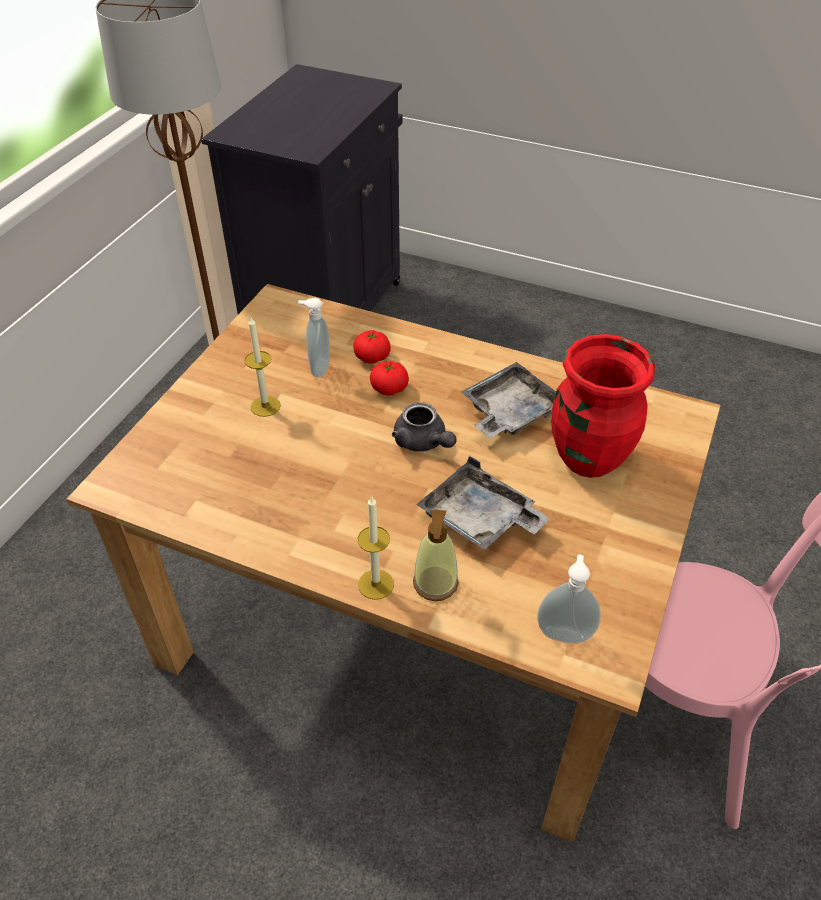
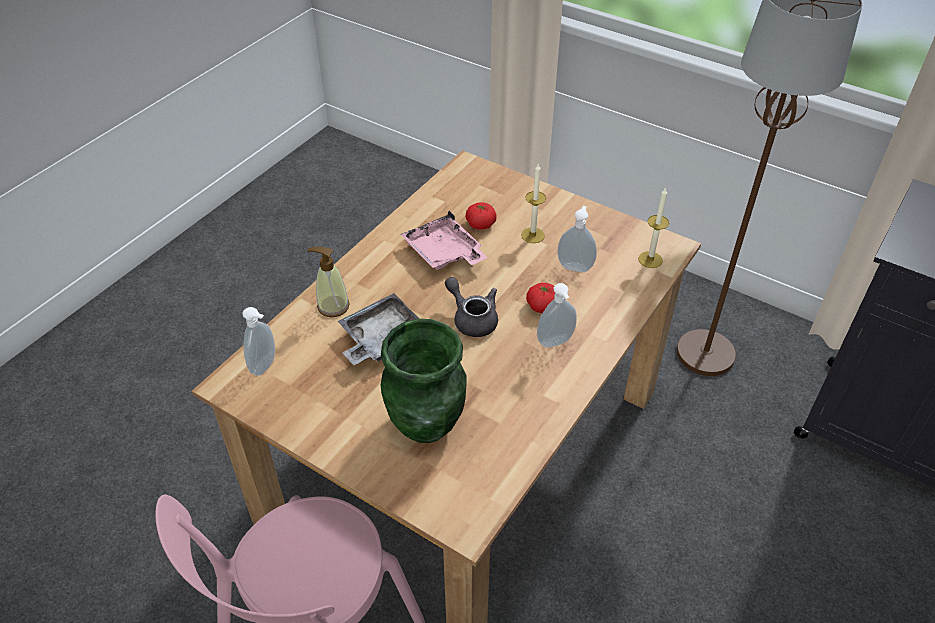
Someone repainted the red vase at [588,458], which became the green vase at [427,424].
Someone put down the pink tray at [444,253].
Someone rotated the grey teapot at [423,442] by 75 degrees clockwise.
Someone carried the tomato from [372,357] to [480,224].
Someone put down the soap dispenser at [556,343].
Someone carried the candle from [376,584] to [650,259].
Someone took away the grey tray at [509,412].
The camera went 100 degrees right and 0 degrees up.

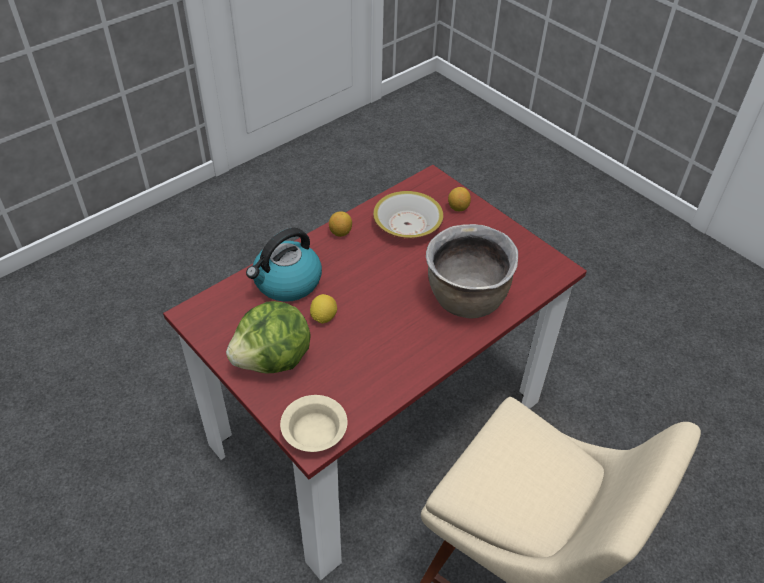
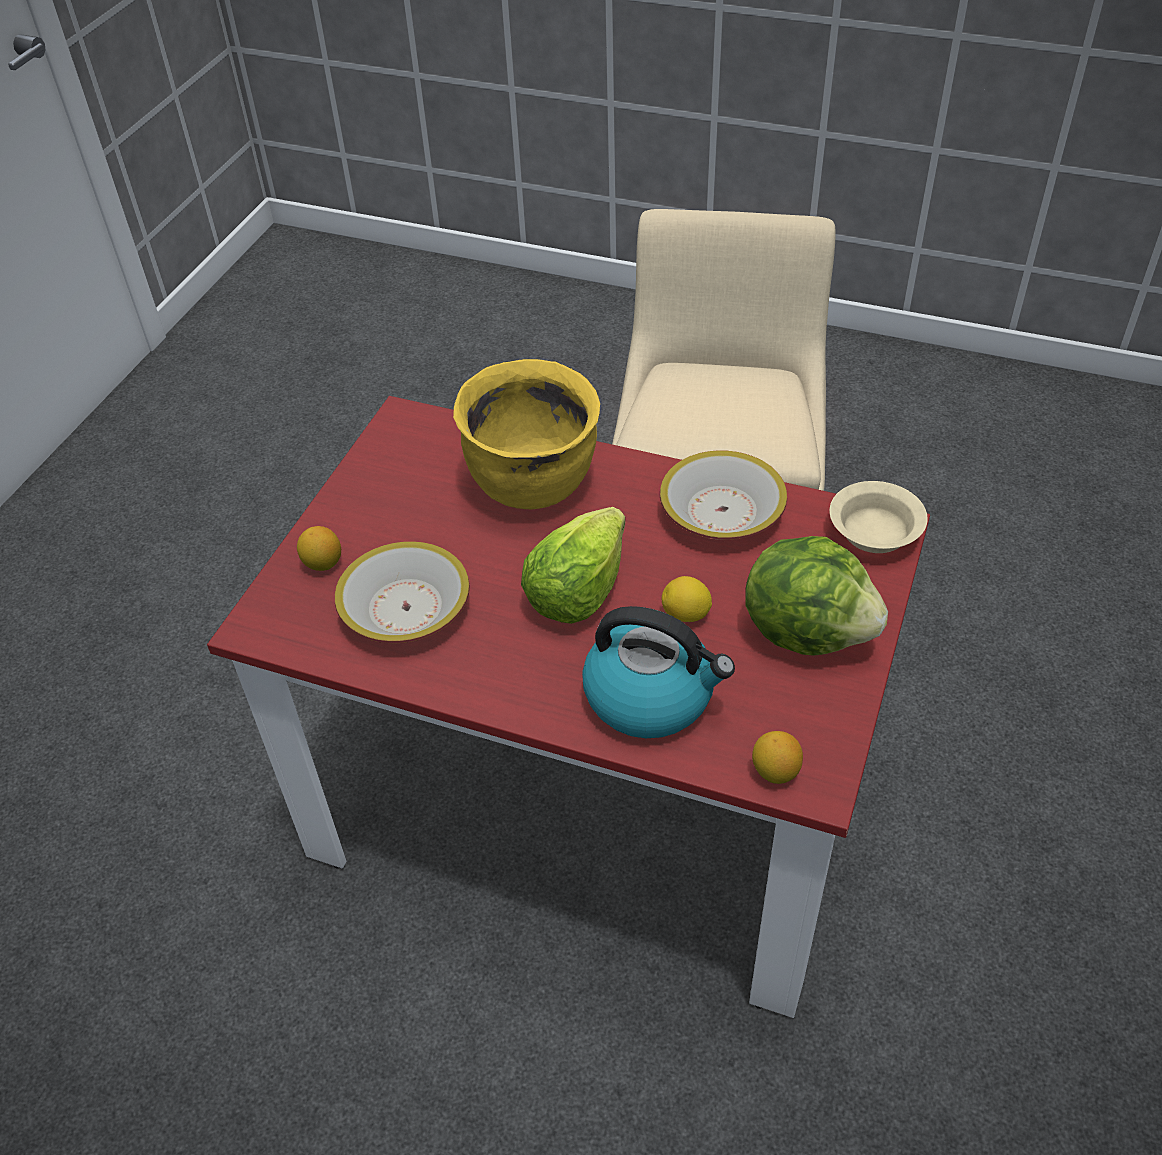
Someone repainted the brown cooking pot at [466,300], which became the yellow cooking pot at [533,483].
Someone put down the lettuce at [576,591].
Someone put down the bowl at [722,511].
Someone carried the lemon from [340,232] to [775,772].
The camera went 115 degrees left and 0 degrees up.

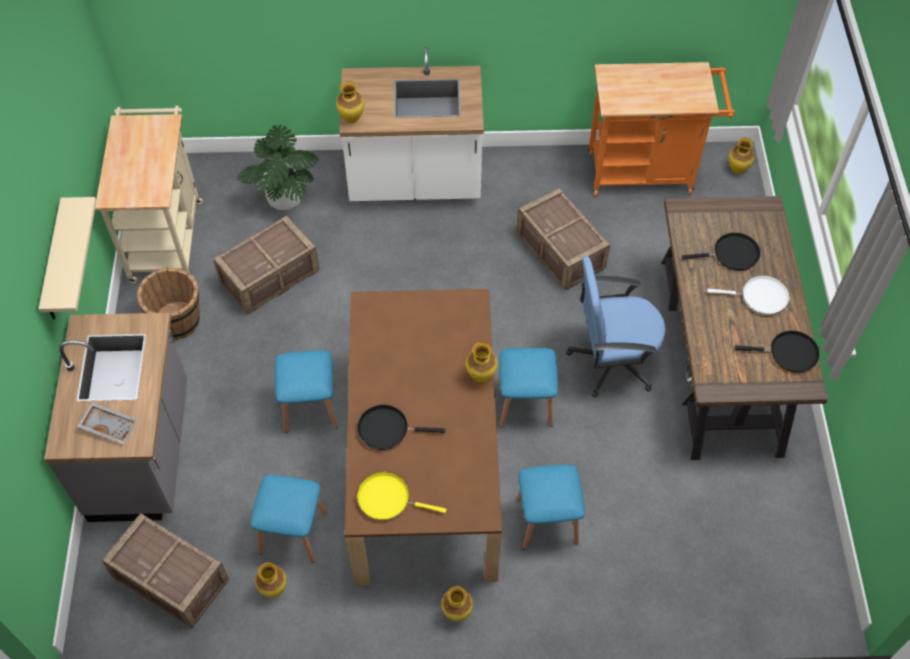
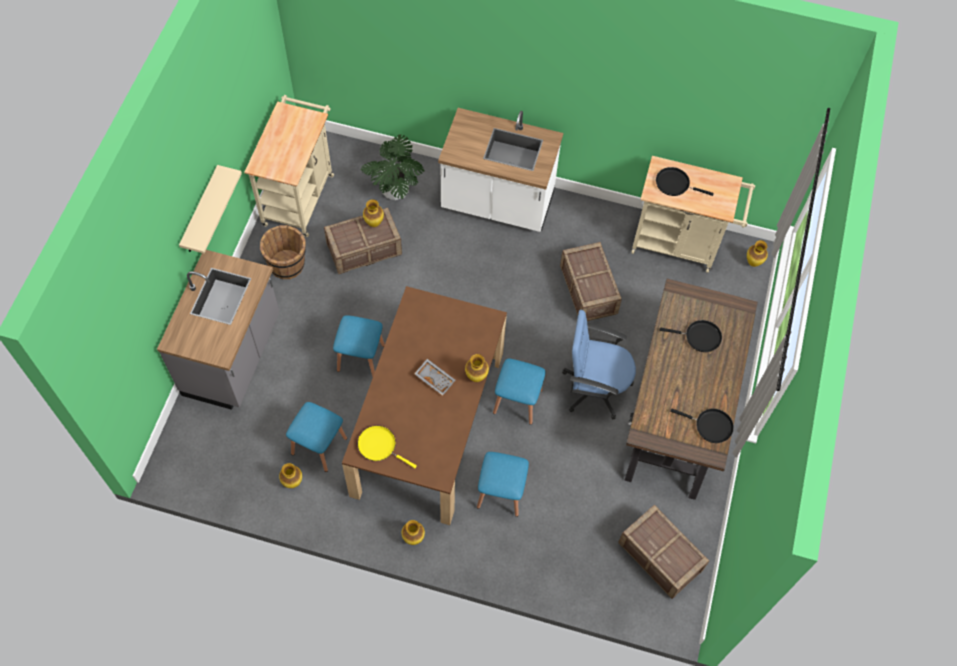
Someone carried the vase from [352,119] to [374,223].
Someone carried the grey tray from [110,425] to [435,378].
Someone carried the crate from [172,579] to [660,557].
Someone repainted the orange cart at [647,171], which became the beige cart at [680,244].
Someone carried the black frying pan from [387,429] to [675,184].
Someone took away the white frying pan at [760,297].
The camera went 15 degrees right and 5 degrees up.

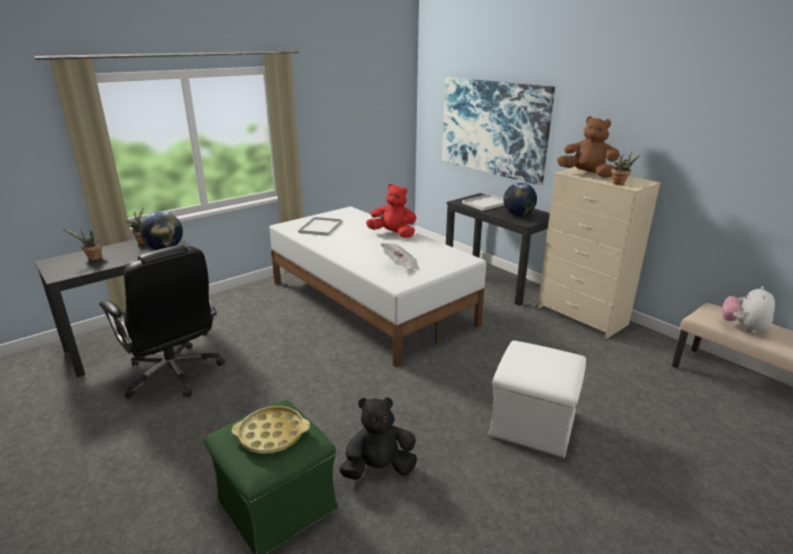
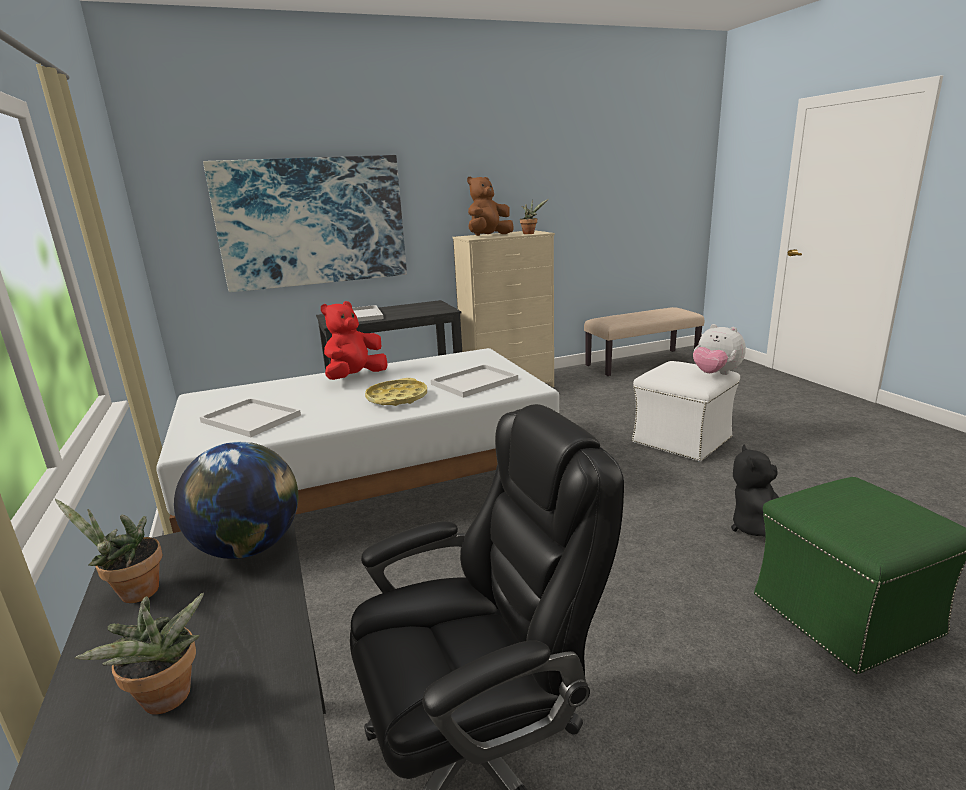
Someone carried the yellow tray from [271,434] to [397,398].
Someone swapped the newspaper at [401,266] for the white tray at [475,381].
Someone carried the plush toy from [743,327] to [715,374].
Someone took away the globe at [518,215].
The camera went 70 degrees left and 5 degrees down.

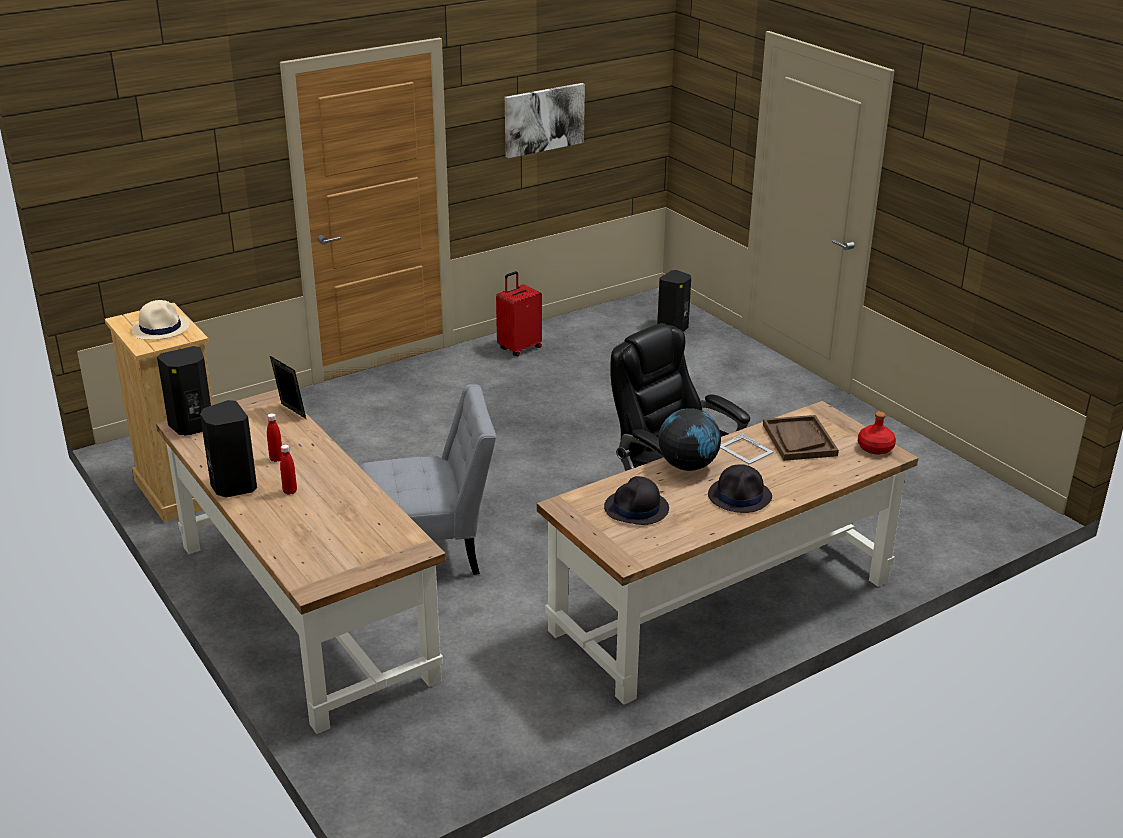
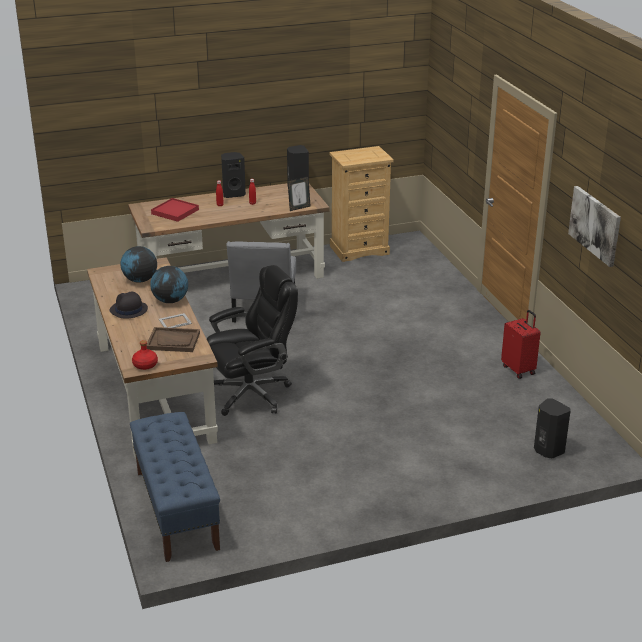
Someone swapped the black hat at [636,509] for the globe at [140,280].
Someone put down the blue bench at [176,509].
Someone put down the red tray at [175,212].
Someone took away the beige hat at [161,328].
The camera went 105 degrees right and 0 degrees up.

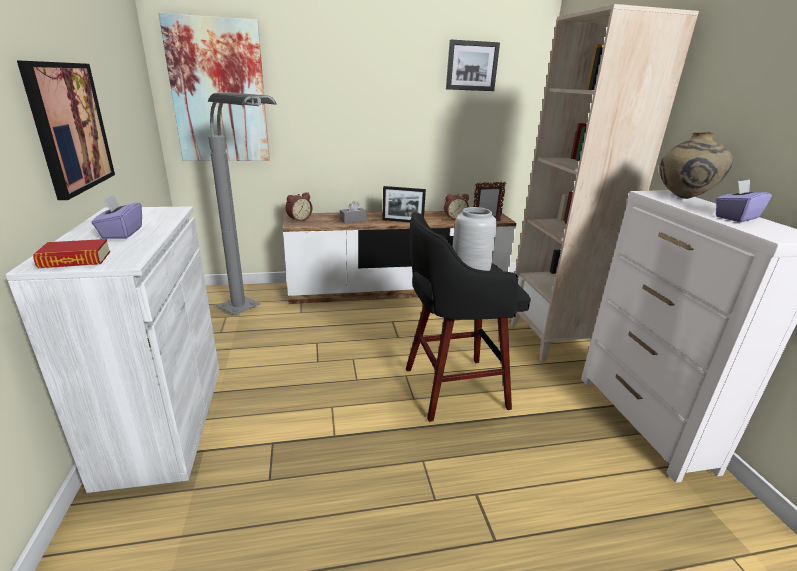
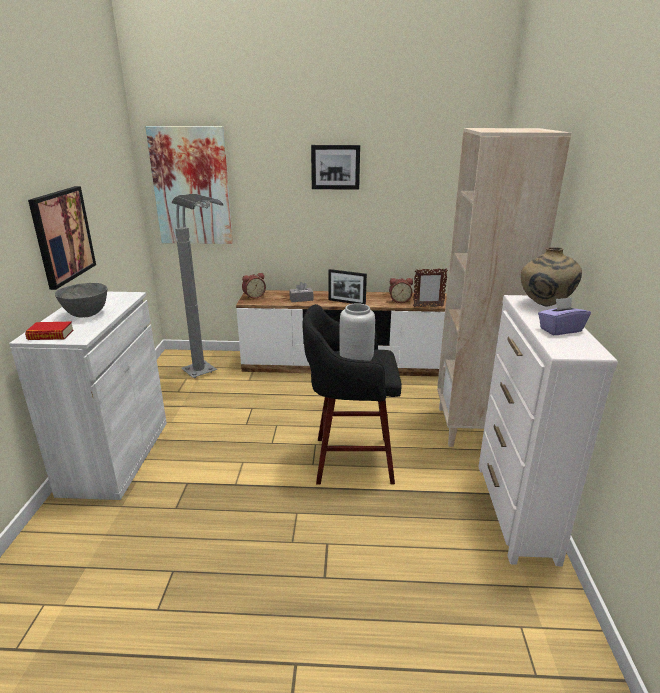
Someone swapped the purple tissue box at [122,233] for the grey bowl at [87,315].
Someone carried the picture from [471,66] to [335,167].
The camera went 15 degrees right and 0 degrees up.

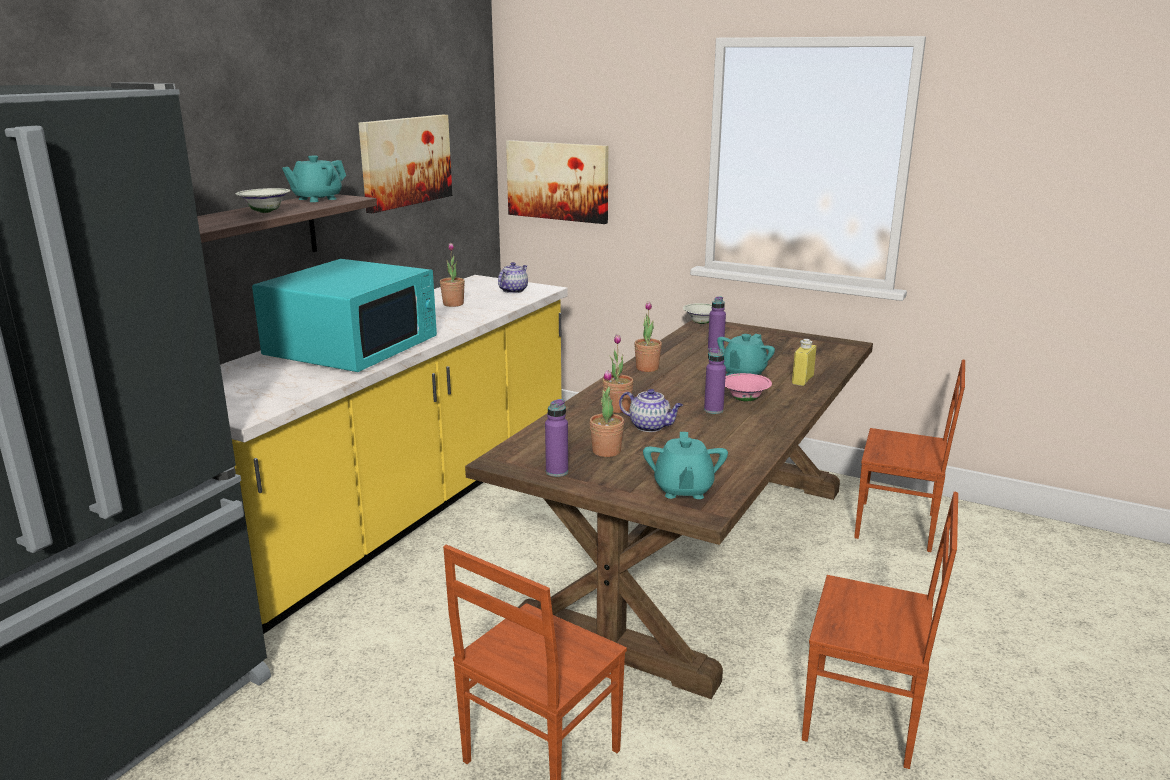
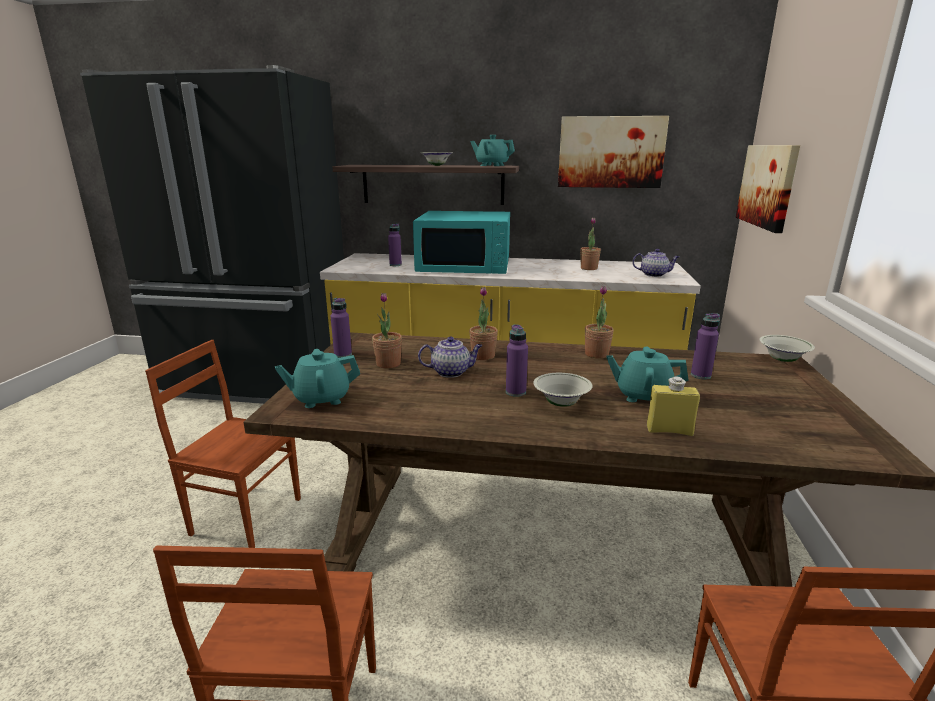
Someone put down the purple bottle at [395,265].
Someone rotated the teapot at [650,427] by 105 degrees counterclockwise.
Someone repainted the pink bowl at [745,400], which became the white bowl at [561,404].
The camera went 70 degrees right and 0 degrees up.

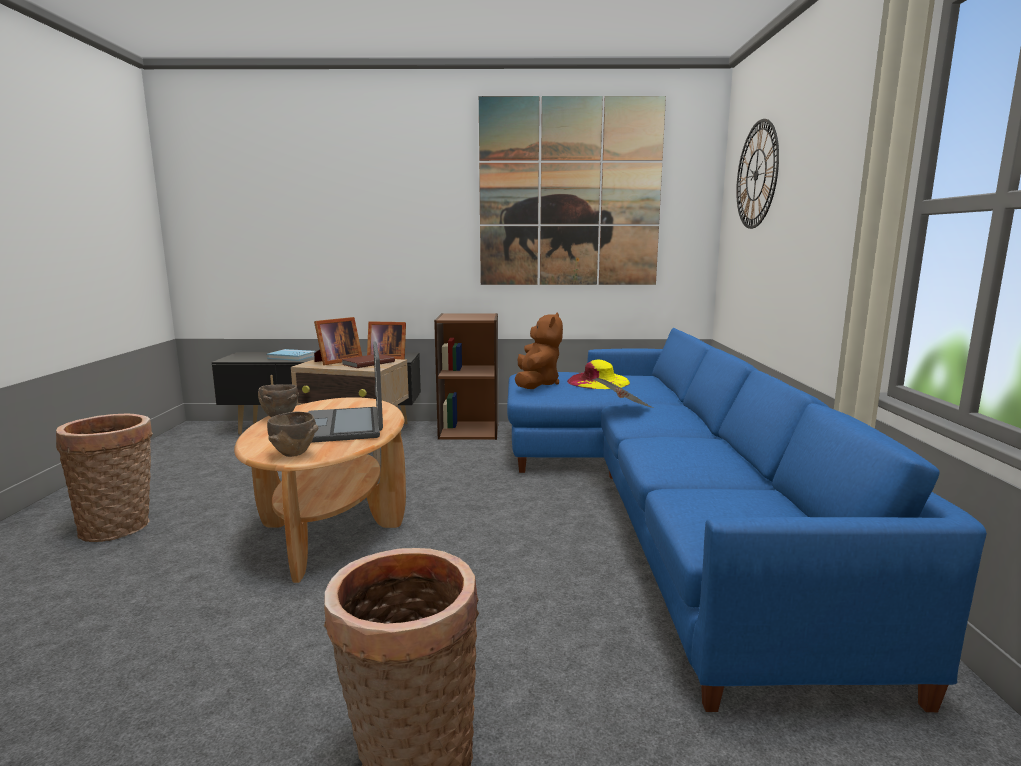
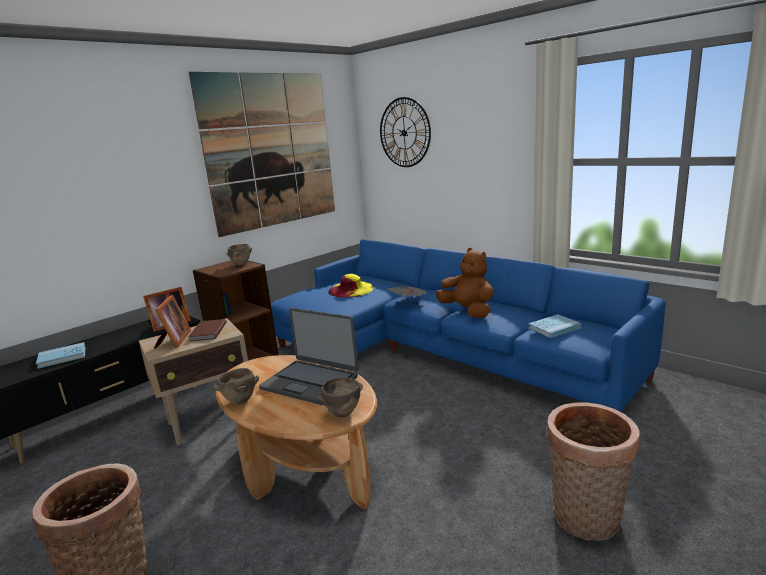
Someone put down the brown bowl at [241,264].
Someone carried the brown plush toy from [536,384] to [468,311].
Someone put down the blue book at [554,328].
The camera went 45 degrees left and 5 degrees up.

